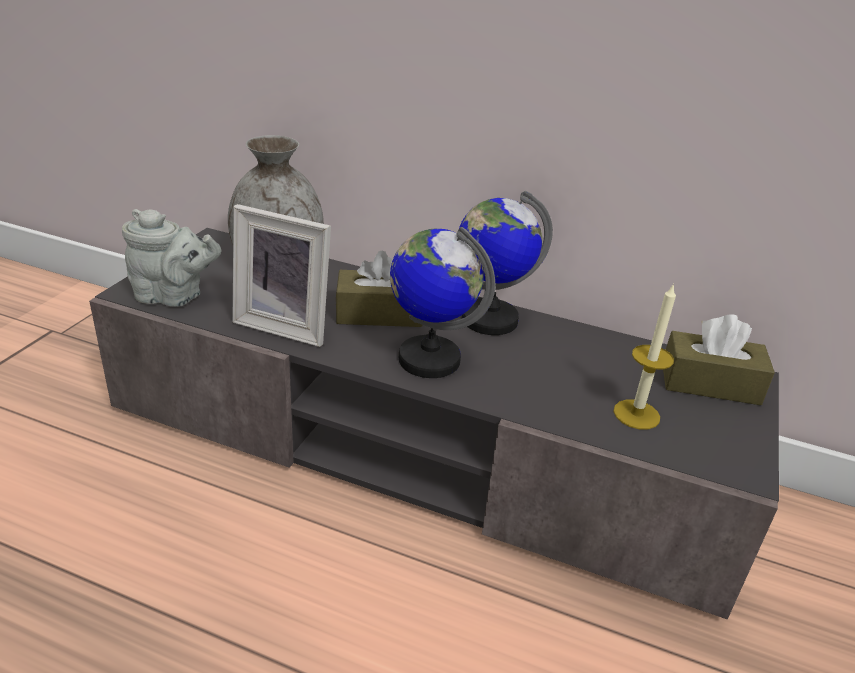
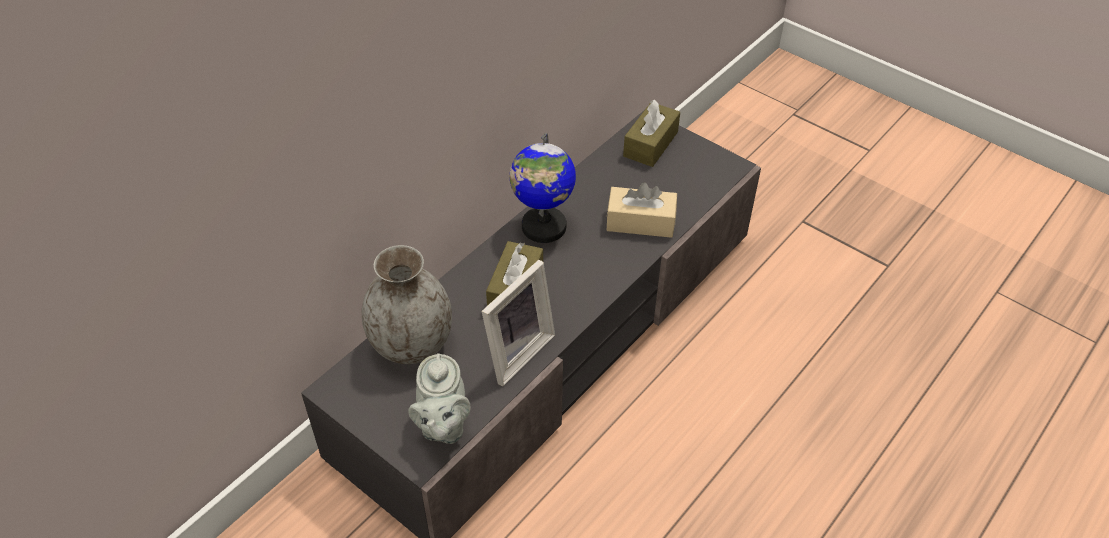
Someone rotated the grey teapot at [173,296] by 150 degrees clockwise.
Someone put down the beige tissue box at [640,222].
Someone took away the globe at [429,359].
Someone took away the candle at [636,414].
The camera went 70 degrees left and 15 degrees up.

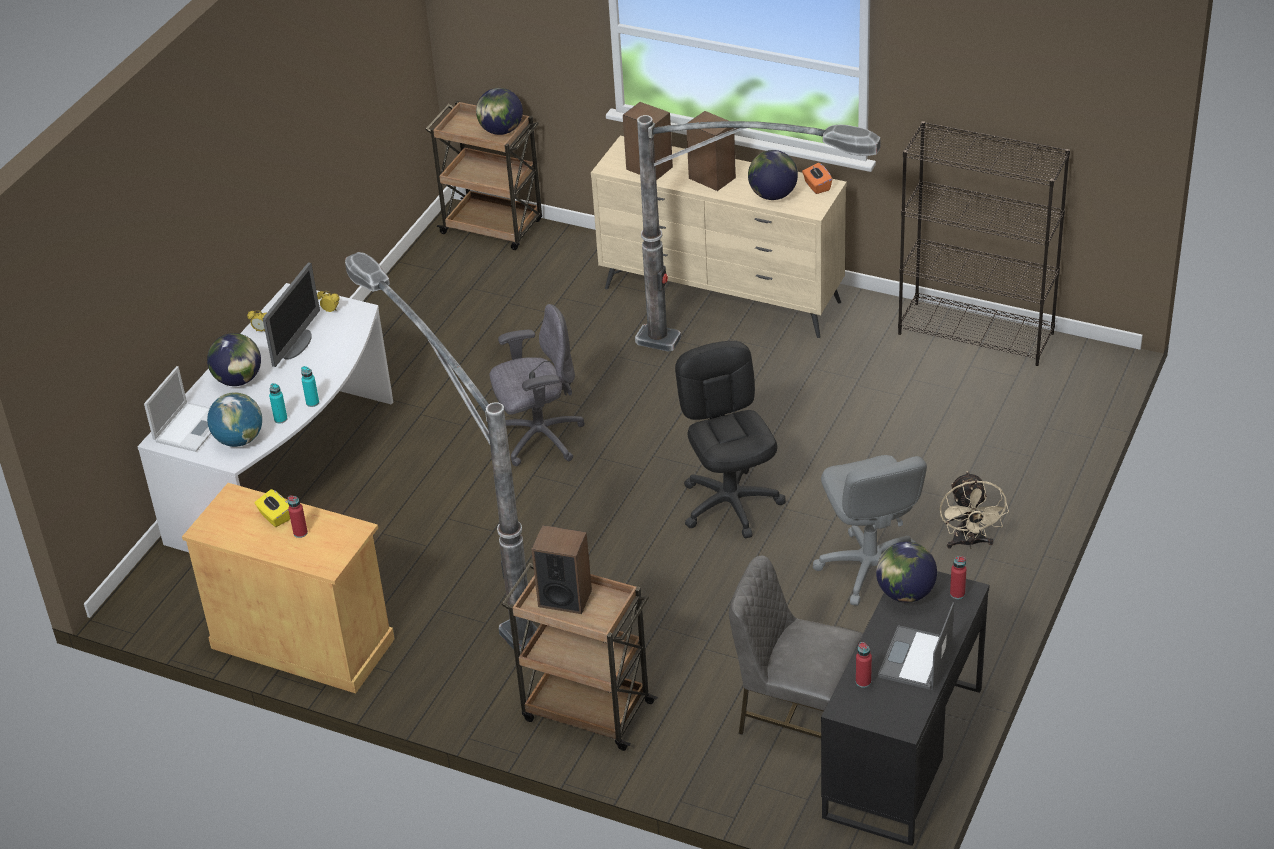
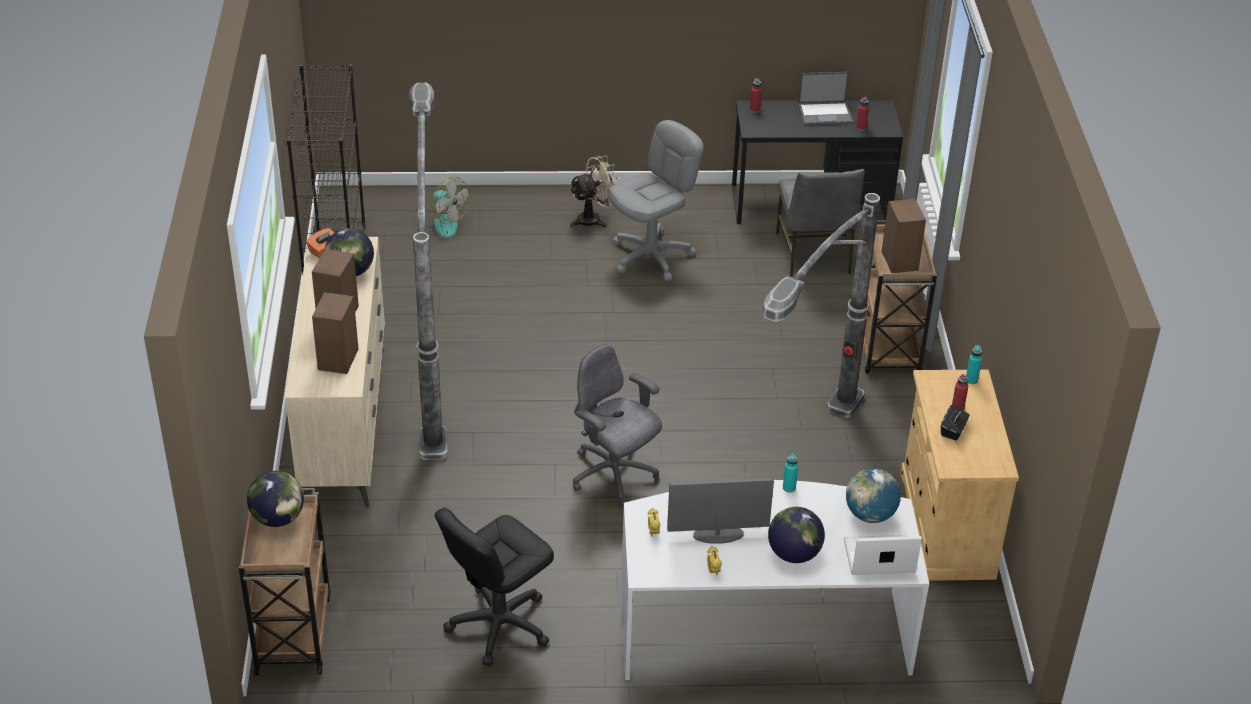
Someone put down the fan at [440,224].
Someone carried the black office chair from [731,504] to [498,625].
Someone repainted the yellow tissue box at [275,517], which became the black tissue box at [953,430].
Someone carried the turquoise bottle from [280,419] to [971,380].
Someone took away the globe at [905,593].
The camera went 120 degrees left and 0 degrees up.

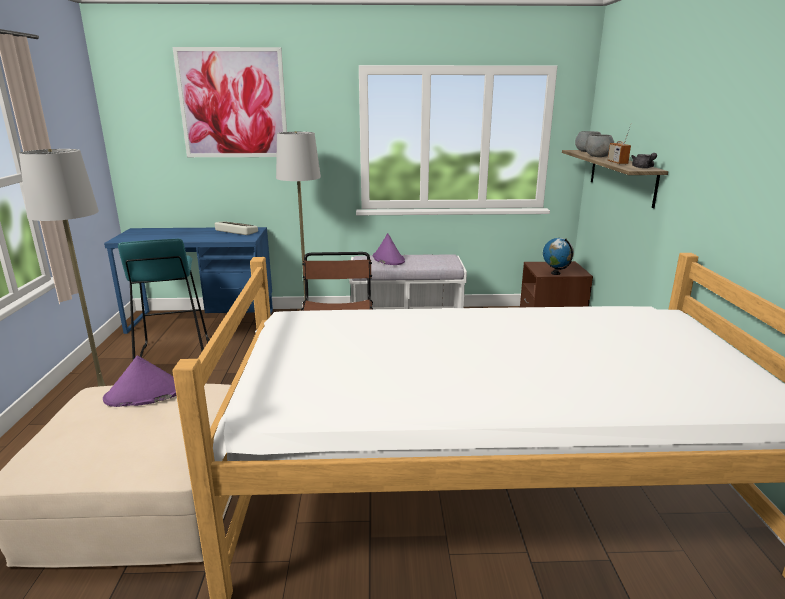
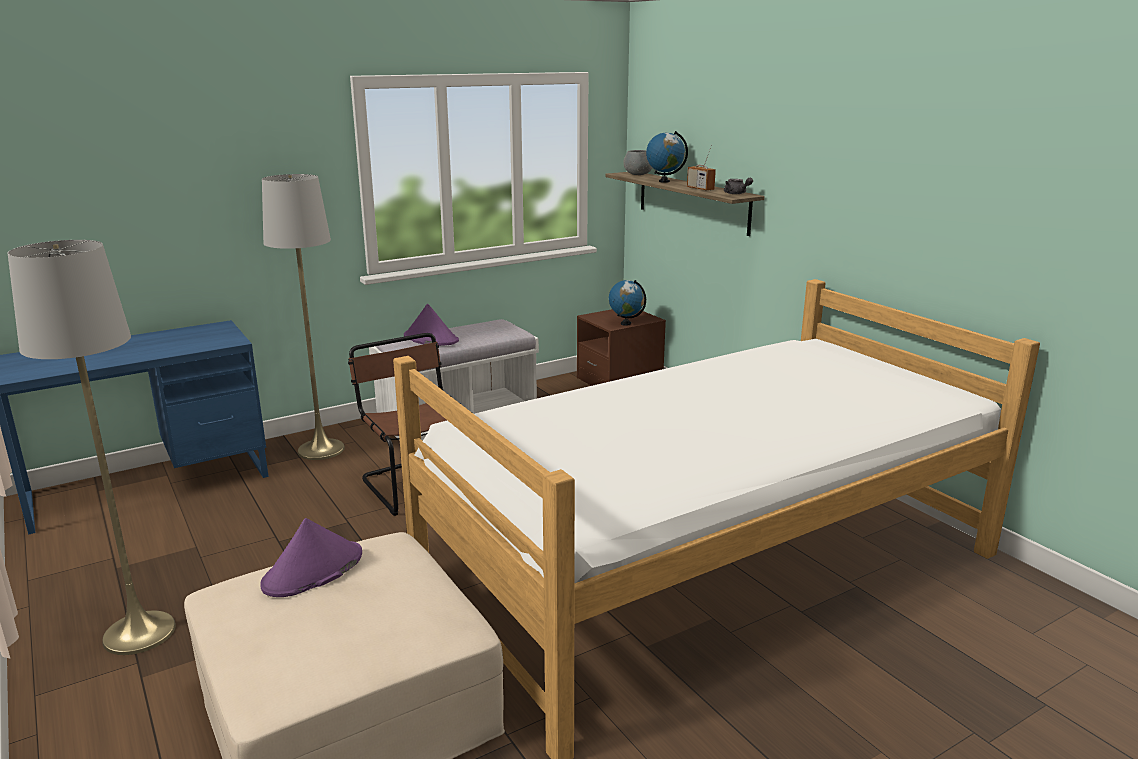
Someone swapped the grey bowl at [598,156] for the globe at [664,181].
Someone took away the turquoise stool at [173,356].
Someone took away the picture at [233,103].
Someone took away the keyboard at [235,231].
The camera went 30 degrees left and 0 degrees up.

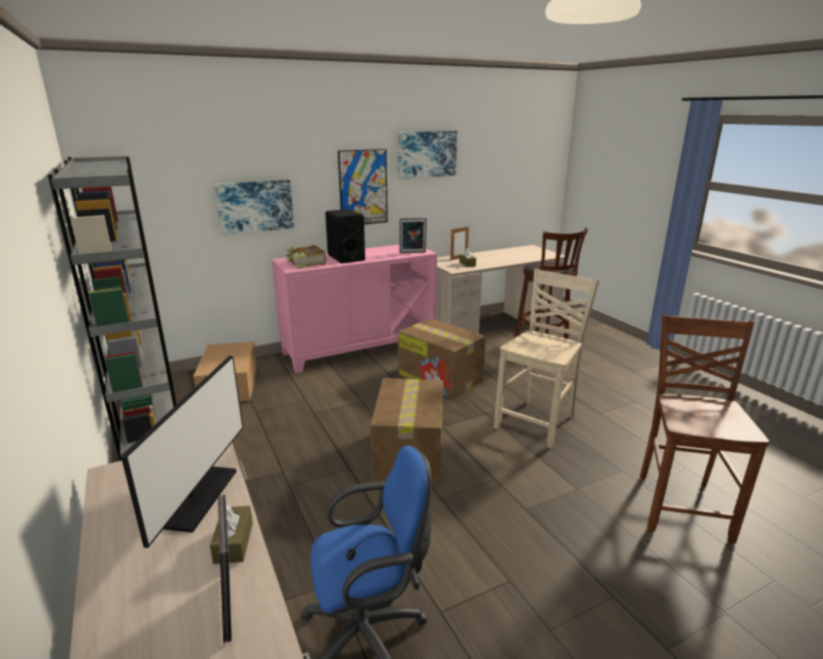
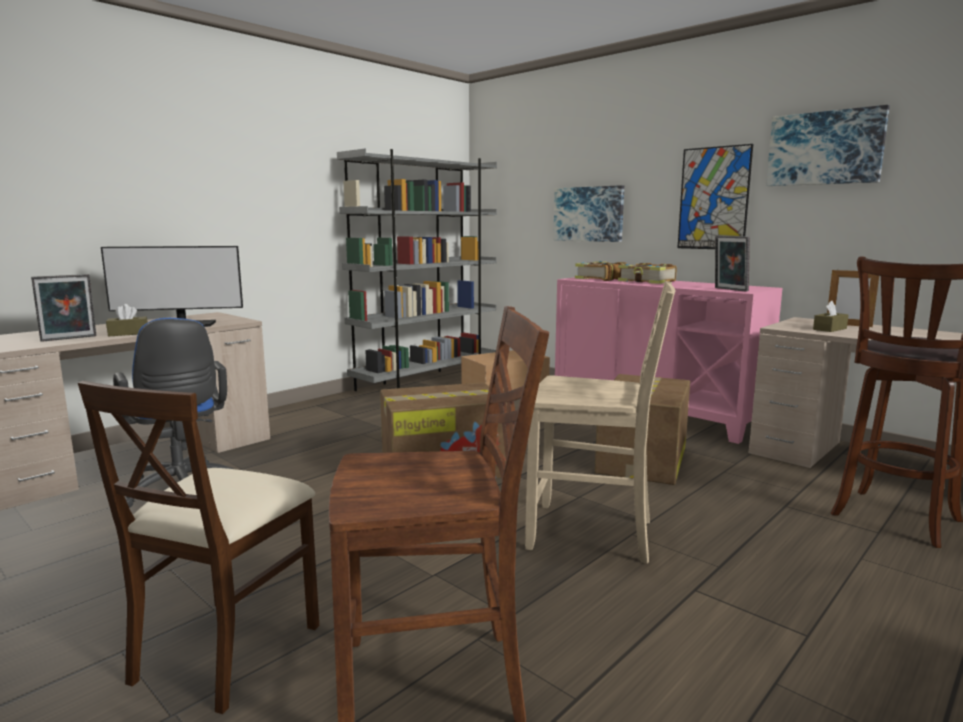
Someone put down the beige chair at [227,649].
Someone swapped the black speaker at [346,257] for the book at [647,282].
The camera went 70 degrees right and 10 degrees down.

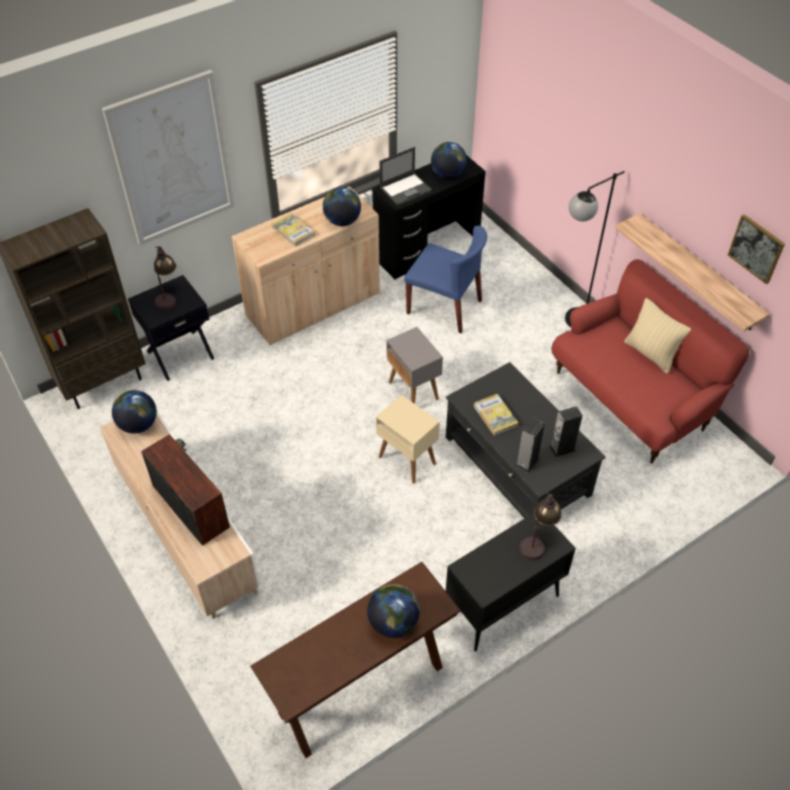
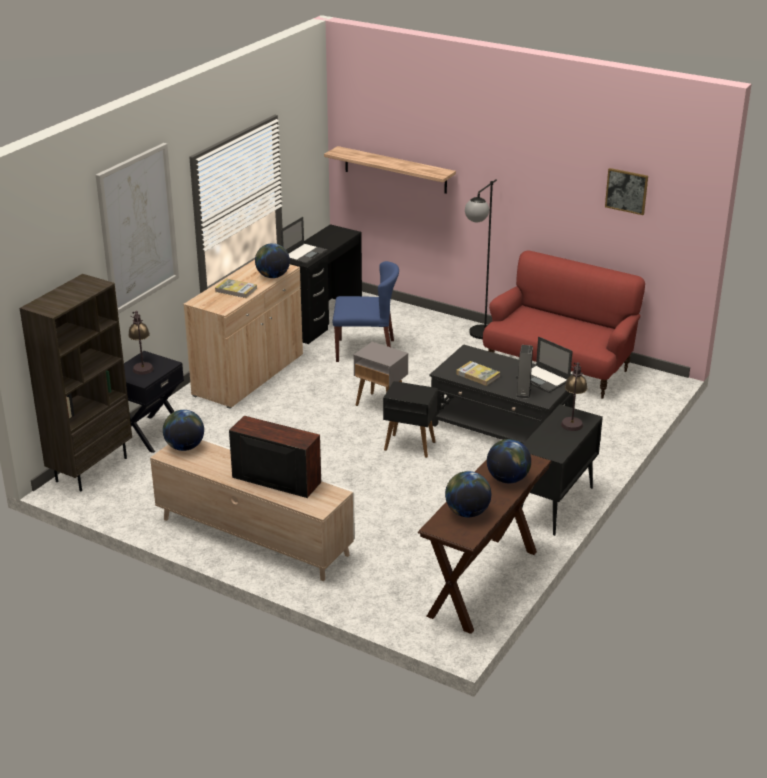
Someone carried the shelf from [697,273] to [395,170].
Someone repainted the beige side table at [406,460], which became the black side table at [409,446].
Someone carried the globe from [447,174] to [467,512].
Someone swapped the speaker at [562,448] for the laptop at [543,379].
Someone took away the beige pillow at [650,354].
The camera went 25 degrees left and 20 degrees down.

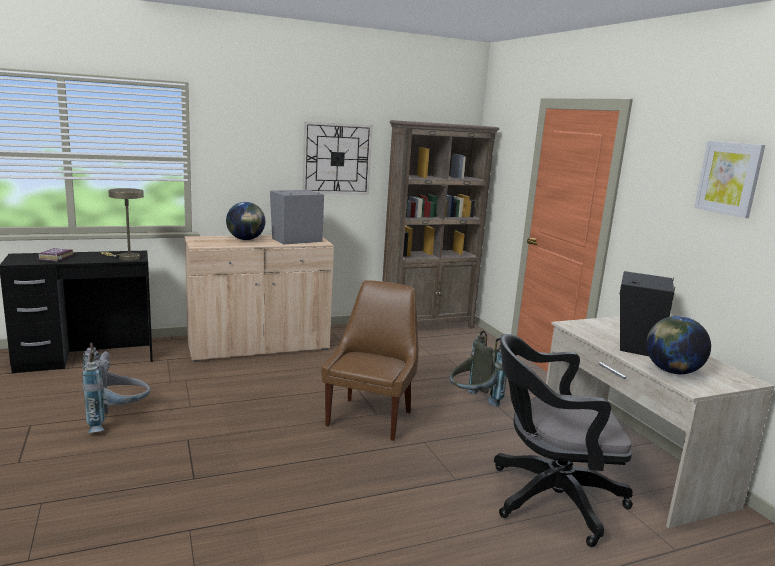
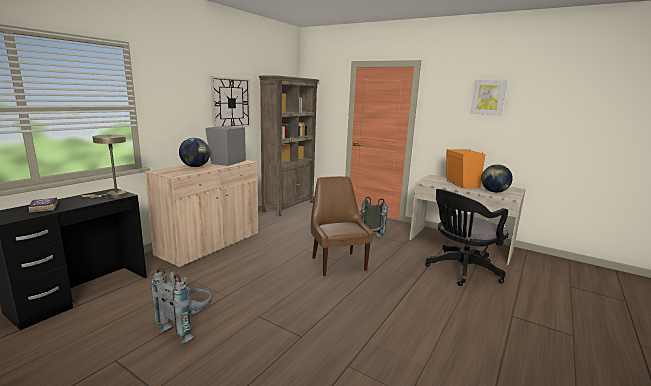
Someone repainted the black speaker at [636,344], which became the orange speaker at [461,184].
The camera went 35 degrees left and 0 degrees up.

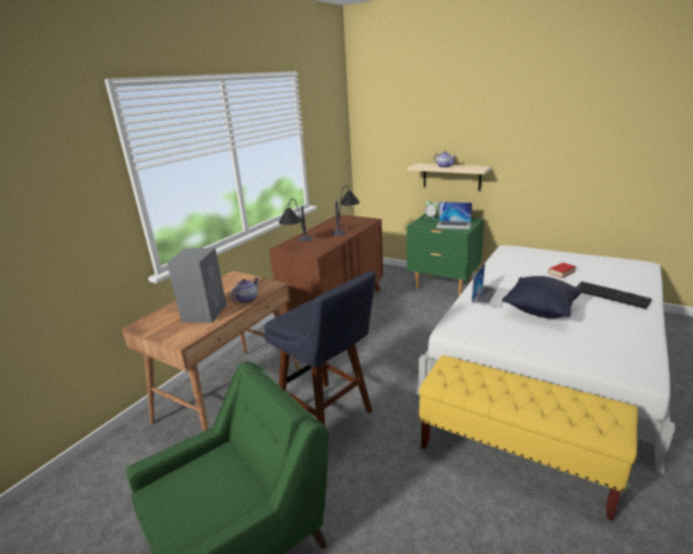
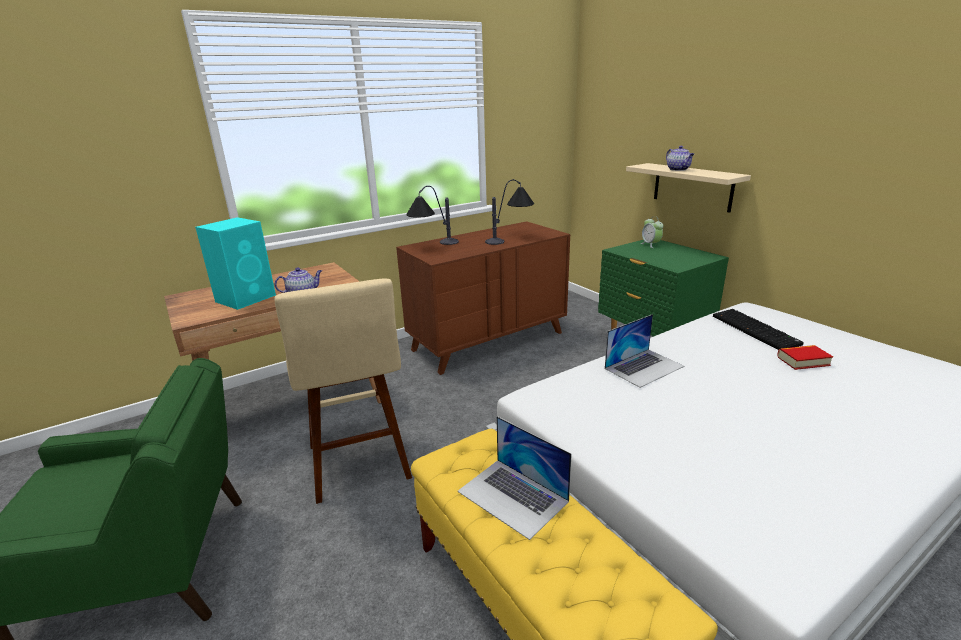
Someone repainted the grey speaker at [205,312], which became the turquoise speaker at [247,298].
Someone repainted the blue stool at [329,417], which became the beige stool at [360,466].
Someone carried the laptop from [453,225] to [513,496].
Someone carried the keyboard from [612,295] to [756,330].
Someone took away the black pillow at [540,310].
The camera went 25 degrees right and 0 degrees up.

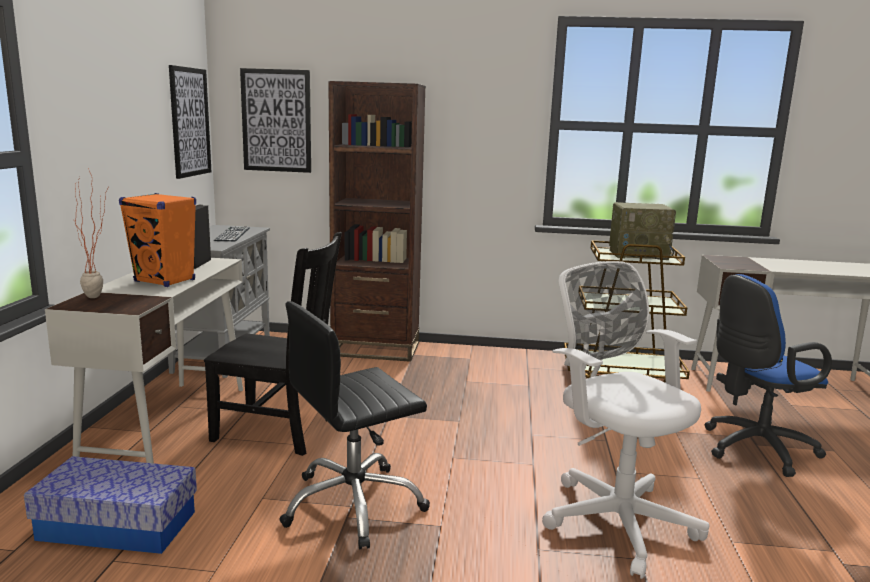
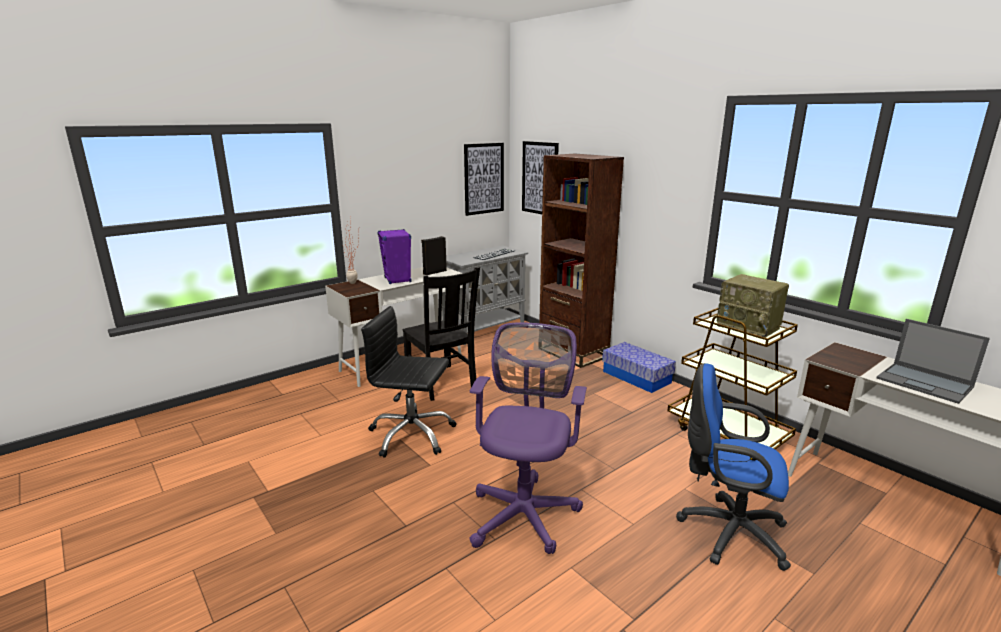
Someone repainted the orange speaker at [165,281], which became the purple speaker at [397,280].
Someone repainted the white office chair at [614,517], which became the purple office chair at [525,512].
Someone carried the storage box from [118,525] to [636,377].
Someone put down the laptop at [925,383].
The camera went 45 degrees right and 5 degrees up.

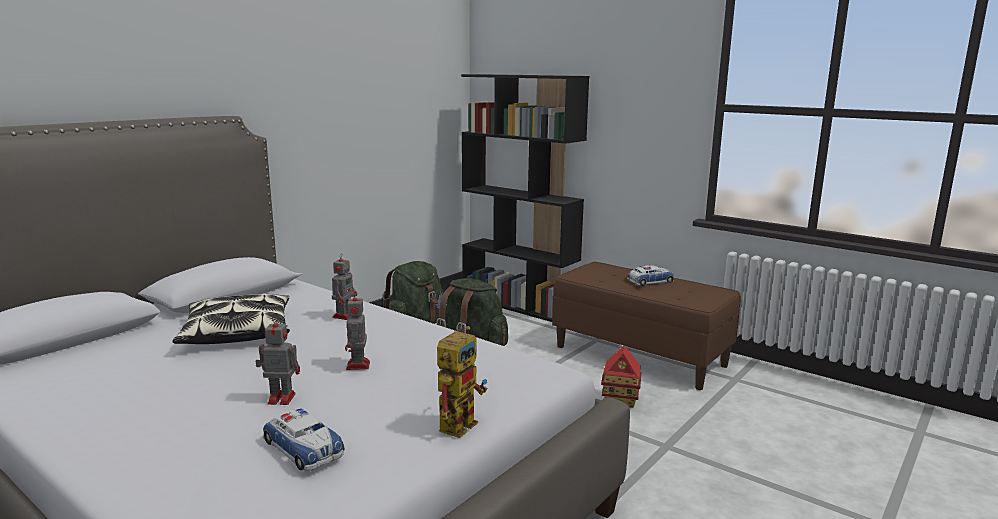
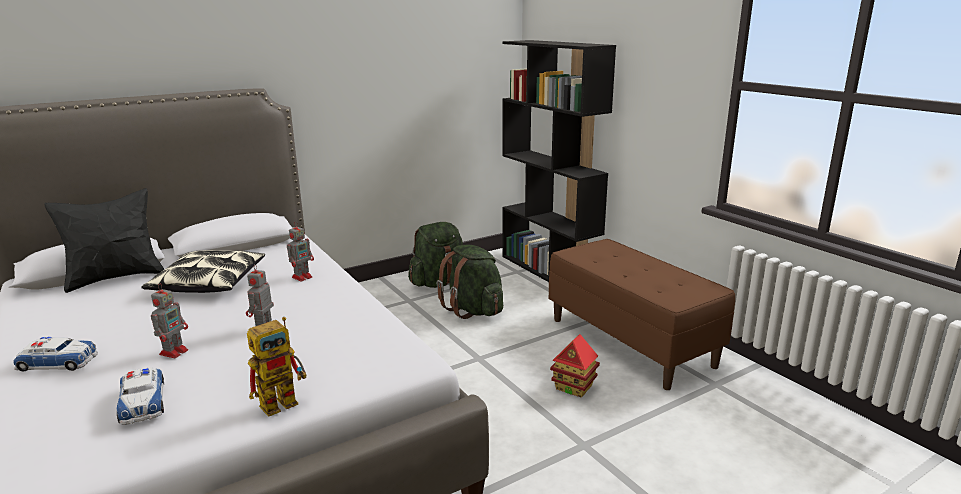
Someone carried the toy car from [650,281] to [58,362].
Someone put down the black pillow at [116,278].
Someone rotated the toy robot at [280,398] by 90 degrees clockwise.
The camera went 20 degrees right and 5 degrees up.

